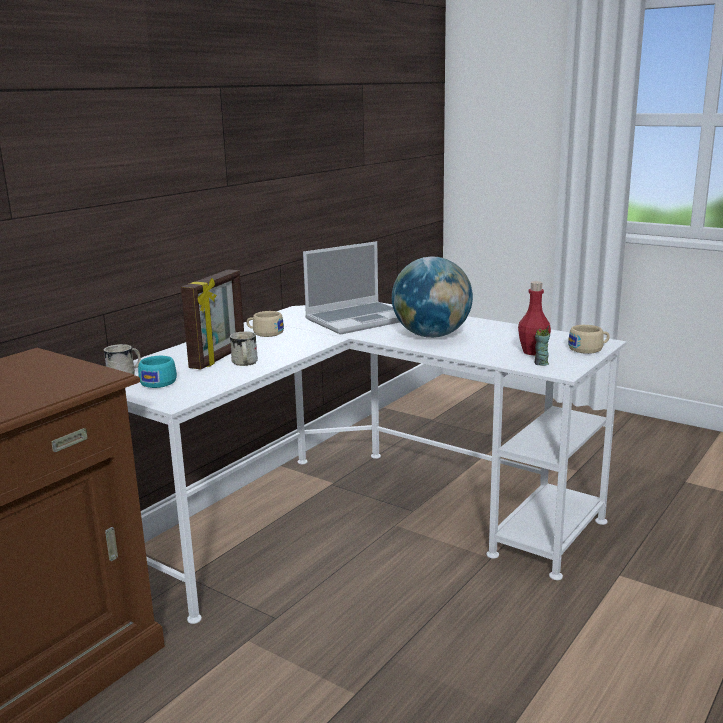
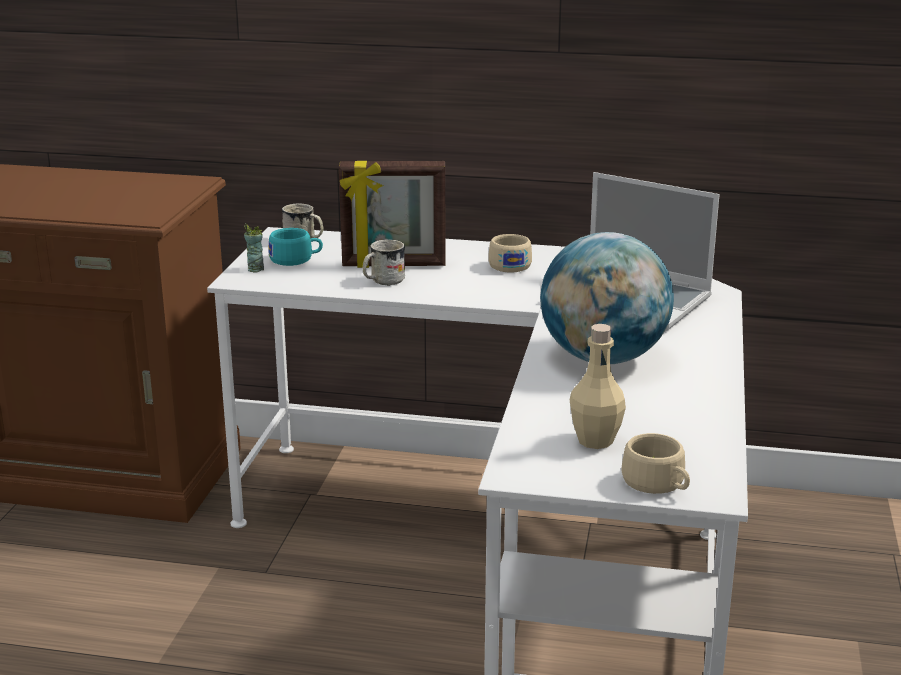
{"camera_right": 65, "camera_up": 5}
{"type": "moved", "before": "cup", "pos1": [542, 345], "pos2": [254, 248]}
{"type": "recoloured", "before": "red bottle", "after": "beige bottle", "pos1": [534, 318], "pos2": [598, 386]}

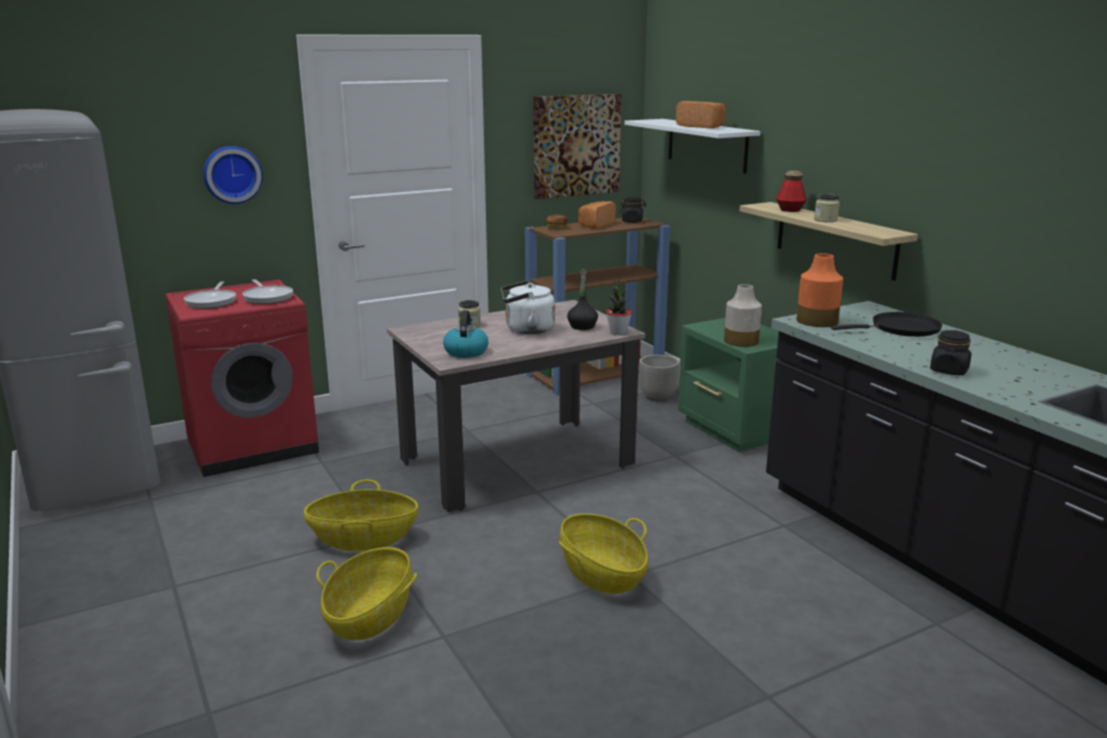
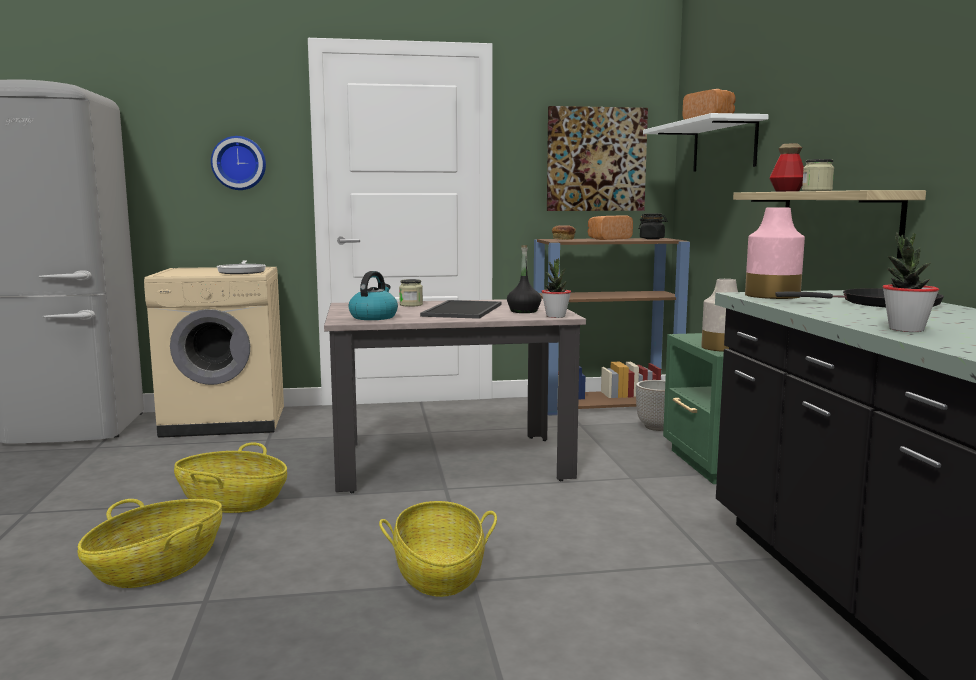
{"camera_right": 20, "camera_up": -10}
{"type": "recoloured", "before": "red washing machine", "after": "beige washing machine", "pos1": [242, 378], "pos2": [214, 352]}
{"type": "replaced", "before": "white kettle", "after": "tray", "pos1": [528, 307], "pos2": [461, 309]}
{"type": "recoloured", "before": "orange vase", "after": "pink vase", "pos1": [819, 290], "pos2": [775, 253]}
{"type": "replaced", "before": "black jar", "after": "potted plant", "pos1": [950, 352], "pos2": [911, 282]}
{"type": "removed", "before": "frying pan", "pos1": [210, 295]}

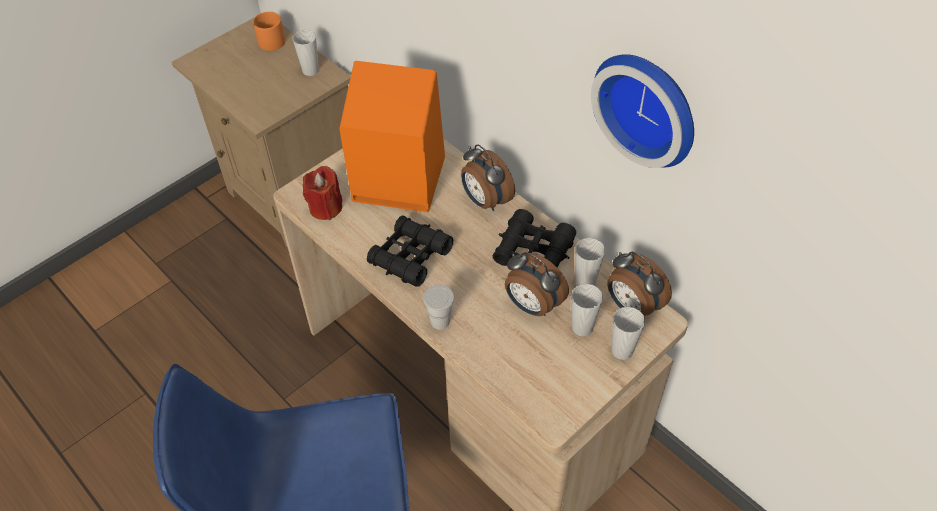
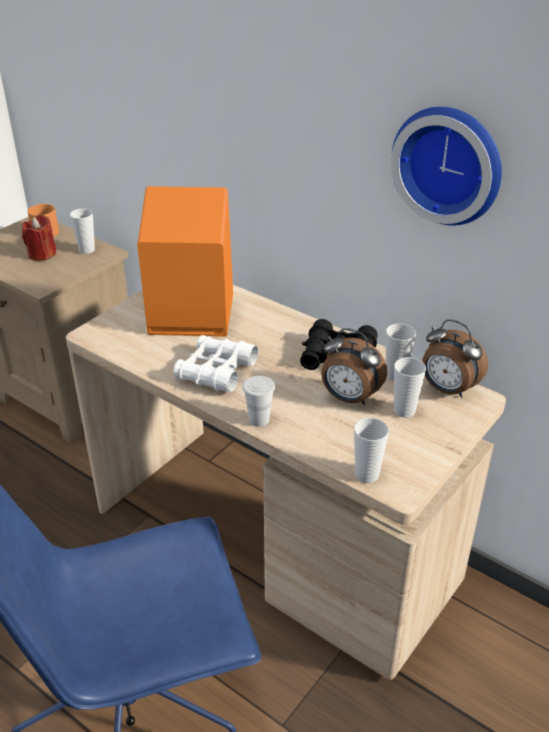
{"camera_right": -10, "camera_up": -15}
{"type": "moved", "before": "red candle", "pos1": [323, 193], "pos2": [39, 238]}
{"type": "recoloured", "before": "black binoculars", "after": "white binoculars", "pos1": [410, 251], "pos2": [215, 363]}
{"type": "moved", "before": "cup", "pos1": [628, 333], "pos2": [371, 450]}
{"type": "removed", "before": "alarm clock", "pos1": [488, 177]}

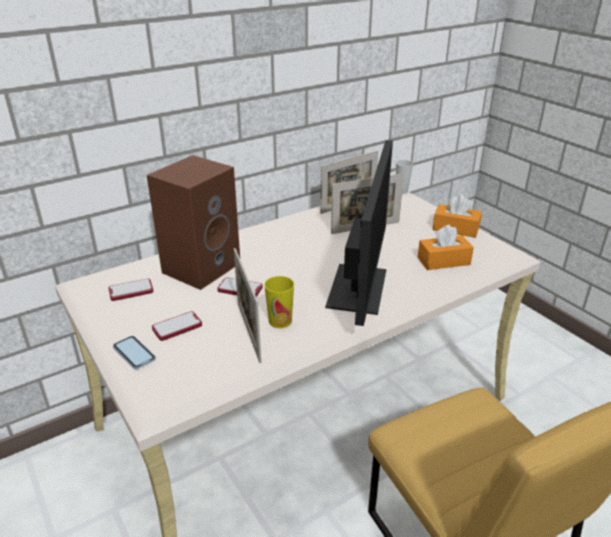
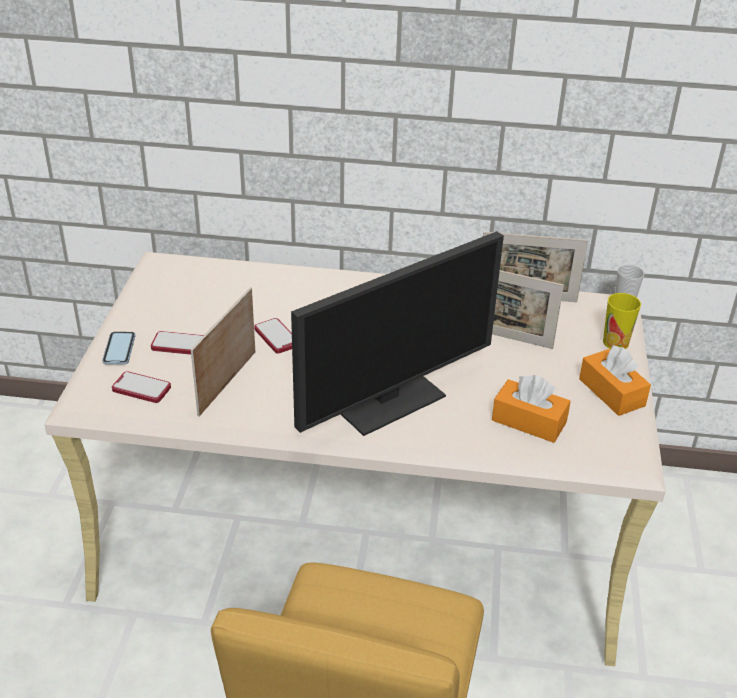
{"camera_right": 40, "camera_up": 5}
{"type": "moved", "before": "phone", "pos1": [131, 290], "pos2": [141, 387]}
{"type": "moved", "before": "cup", "pos1": [279, 302], "pos2": [622, 321]}
{"type": "removed", "before": "brown speaker", "pos1": [193, 222]}

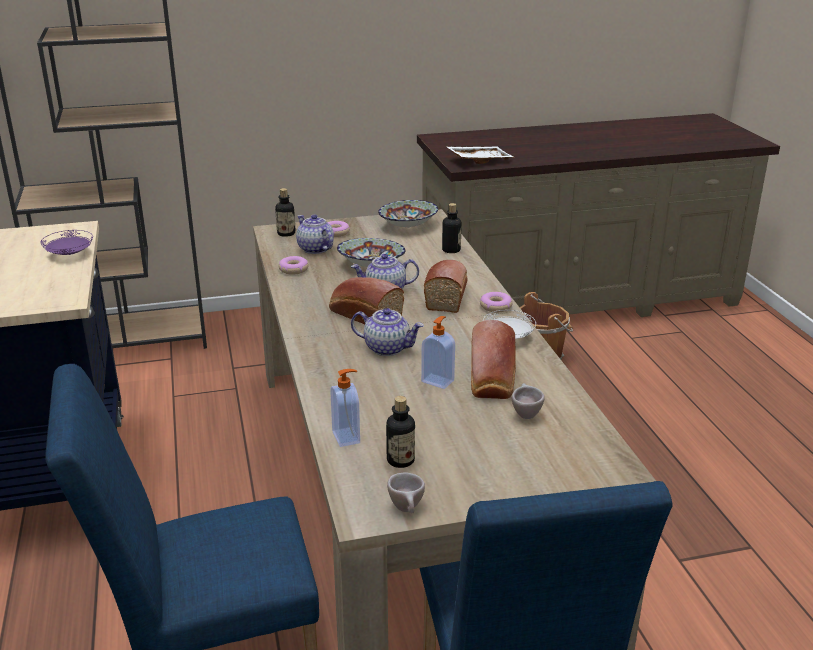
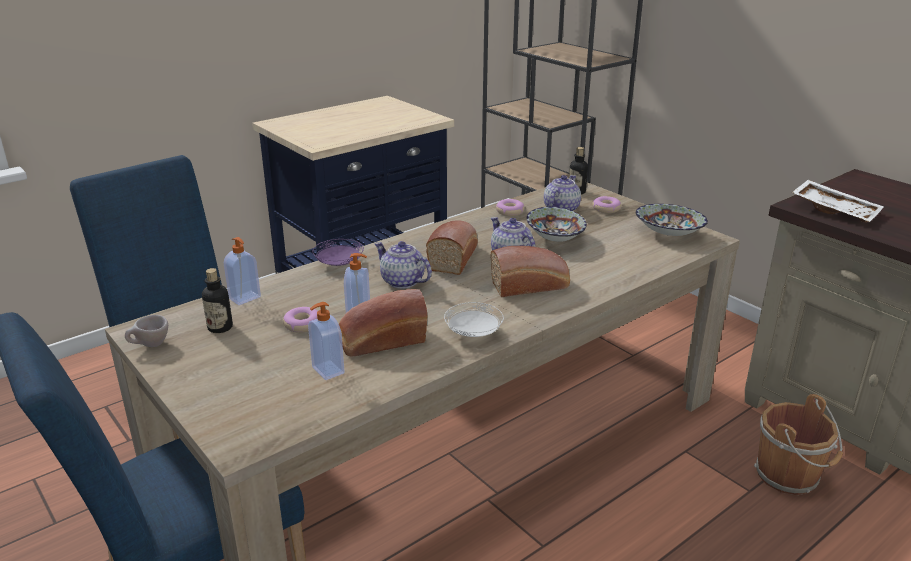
{"camera_right": 65, "camera_up": 0}
{"type": "moved", "before": "donut", "pos1": [496, 302], "pos2": [300, 320]}
{"type": "replaced", "before": "beige cup", "after": "soap dispenser", "pos1": [528, 401], "pos2": [326, 341]}
{"type": "moved", "before": "purple plate", "pos1": [66, 242], "pos2": [338, 252]}
{"type": "turned", "before": "teapot", "pos1": [387, 332], "pos2": [403, 265], "turn": 135}
{"type": "removed", "before": "bottle", "pos1": [452, 228]}

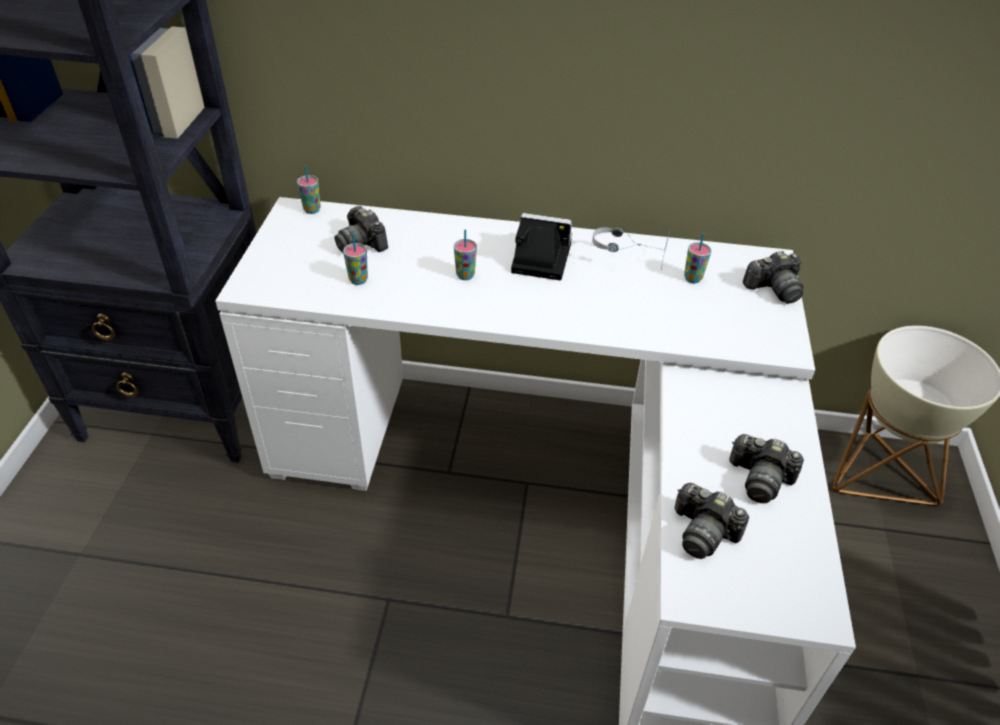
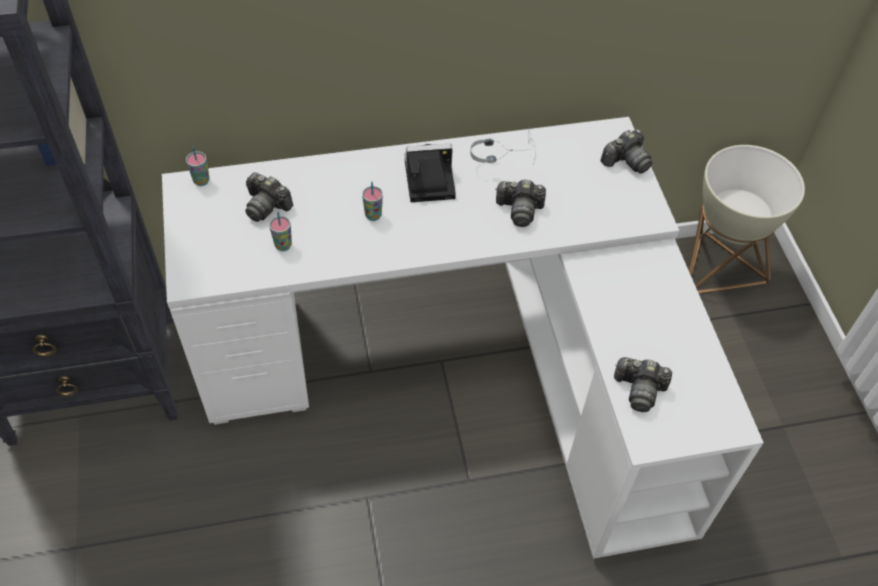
{"camera_right": -20, "camera_up": 10}
{"type": "moved", "before": "photo camera", "pos1": [766, 468], "pos2": [520, 203]}
{"type": "removed", "before": "cup", "pos1": [697, 258]}

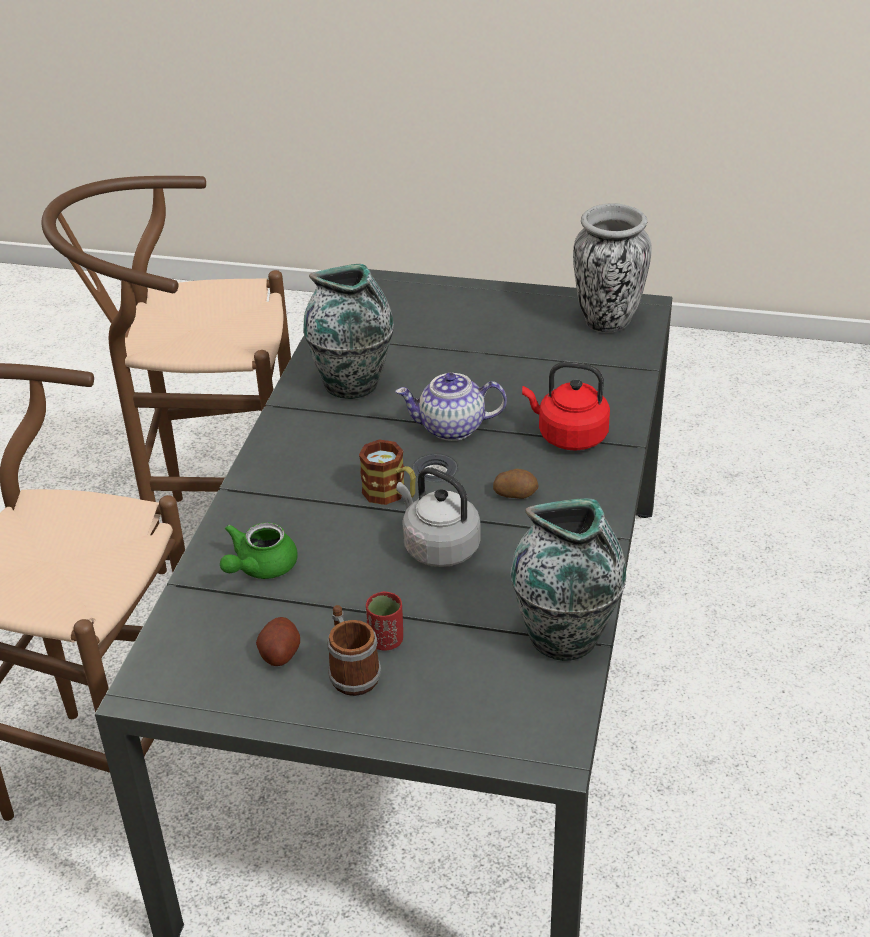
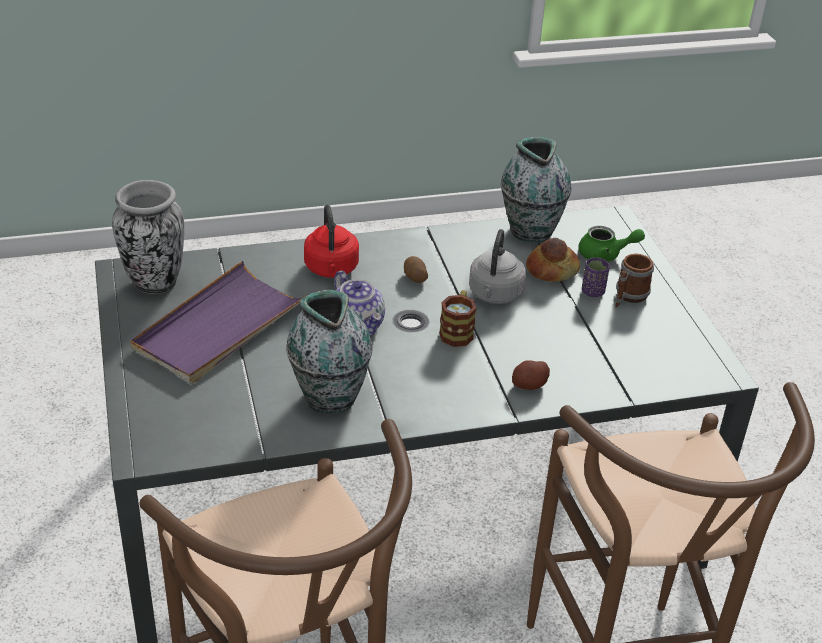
{"camera_right": -120, "camera_up": 0}
{"type": "added", "after": "purple tray", "pos2": [219, 322]}
{"type": "moved", "before": "potato", "pos1": [278, 641], "pos2": [531, 375]}
{"type": "added", "after": "bread", "pos2": [553, 260]}
{"type": "moved", "before": "green teapot", "pos1": [258, 550], "pos2": [611, 244]}
{"type": "recoloured", "before": "red cup", "after": "purple cup", "pos1": [384, 621], "pos2": [596, 277]}

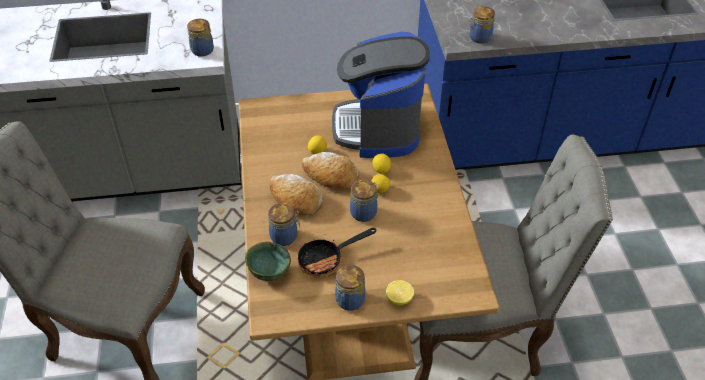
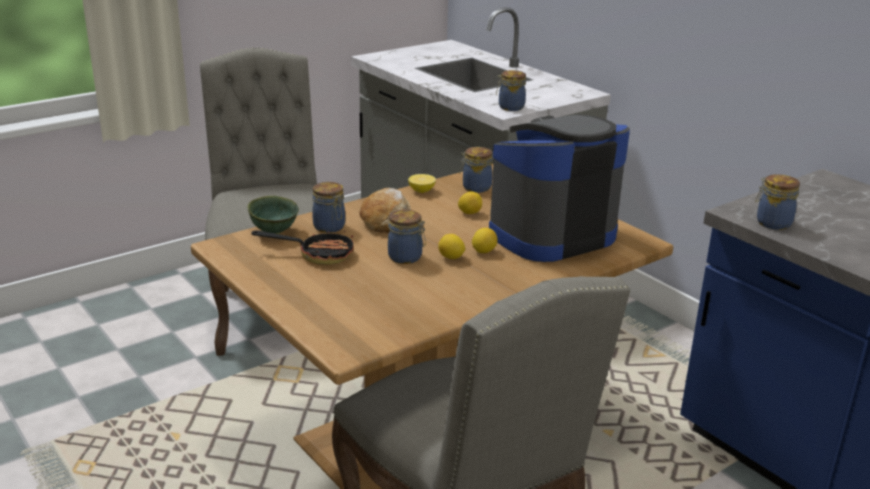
{"camera_right": 60, "camera_up": -20}
{"type": "turned", "before": "frying pan", "pos1": [337, 252], "pos2": [302, 247], "turn": 150}
{"type": "moved", "before": "lemon", "pos1": [400, 293], "pos2": [422, 183]}
{"type": "moved", "before": "jar", "pos1": [350, 288], "pos2": [476, 170]}
{"type": "removed", "before": "bread", "pos1": [330, 170]}

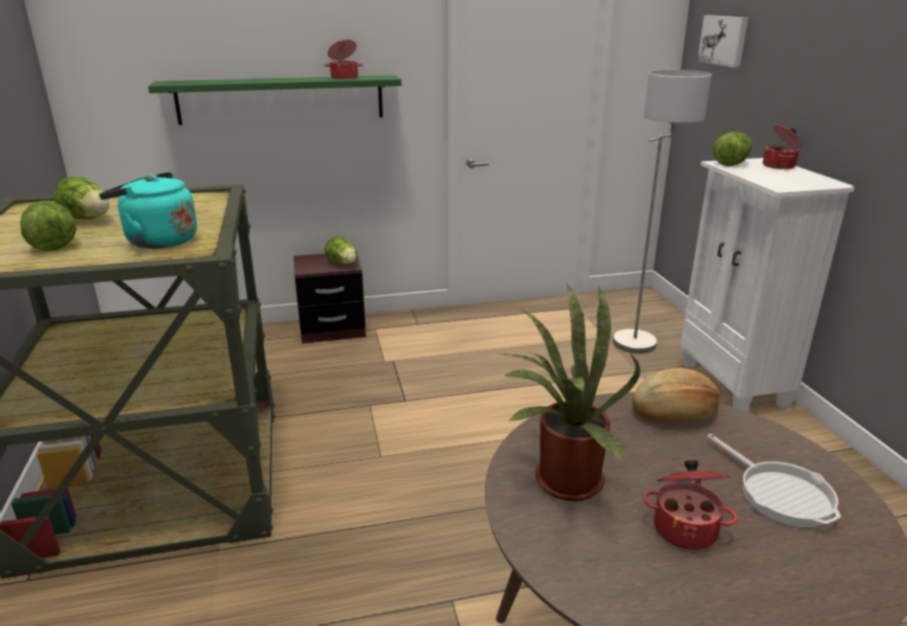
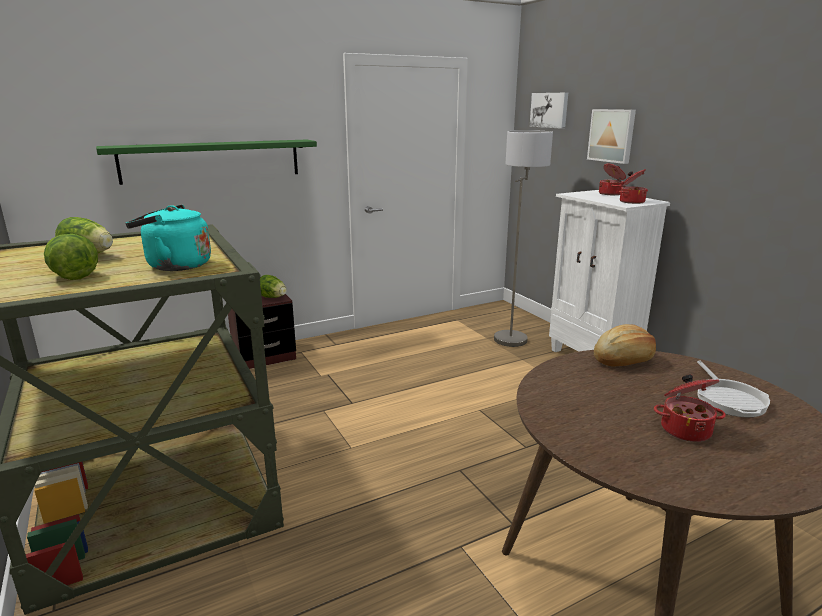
{"camera_right": -15, "camera_up": -5}
{"type": "added", "after": "picture", "pos2": [611, 136]}
{"type": "moved", "before": "cooking pot", "pos1": [343, 59], "pos2": [633, 186]}
{"type": "turned", "before": "frying pan", "pos1": [774, 480], "pos2": [733, 388], "turn": 45}
{"type": "removed", "before": "potted plant", "pos1": [567, 392]}
{"type": "removed", "before": "lettuce", "pos1": [732, 149]}

